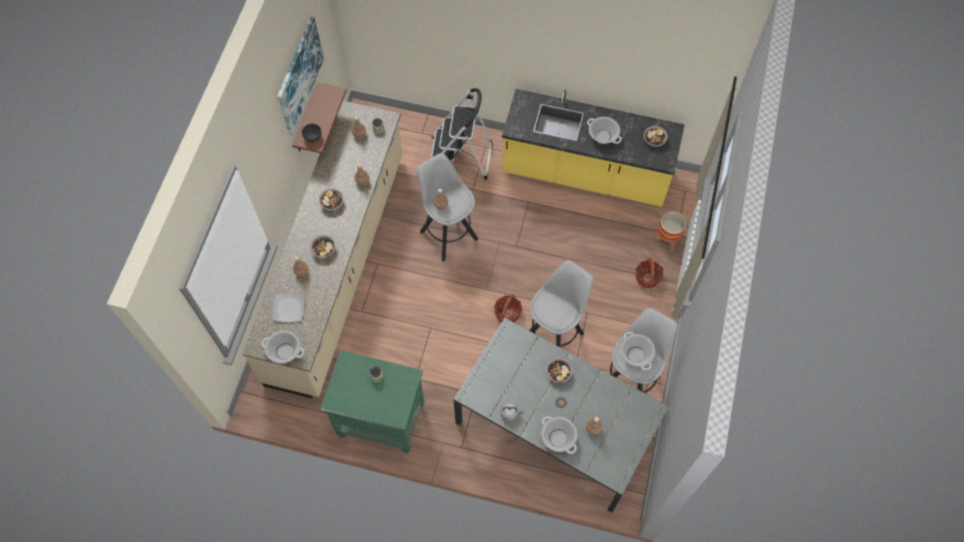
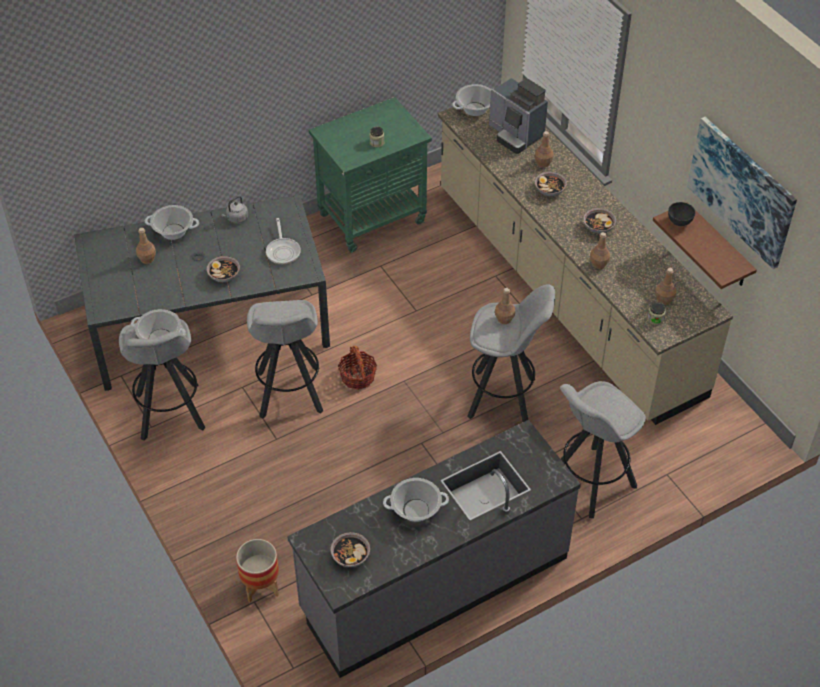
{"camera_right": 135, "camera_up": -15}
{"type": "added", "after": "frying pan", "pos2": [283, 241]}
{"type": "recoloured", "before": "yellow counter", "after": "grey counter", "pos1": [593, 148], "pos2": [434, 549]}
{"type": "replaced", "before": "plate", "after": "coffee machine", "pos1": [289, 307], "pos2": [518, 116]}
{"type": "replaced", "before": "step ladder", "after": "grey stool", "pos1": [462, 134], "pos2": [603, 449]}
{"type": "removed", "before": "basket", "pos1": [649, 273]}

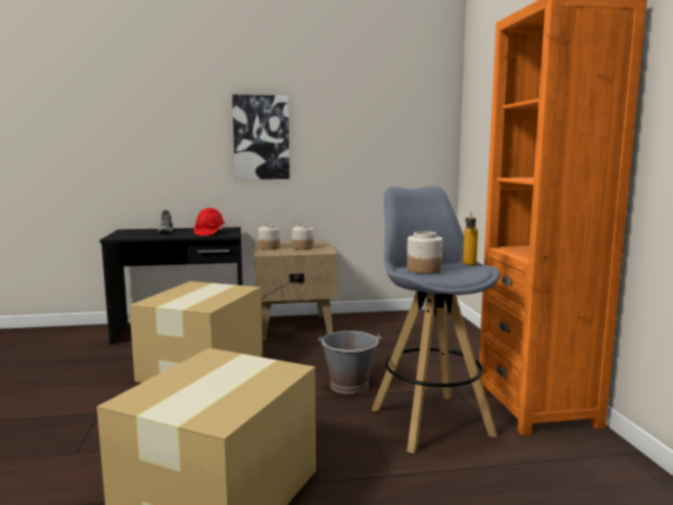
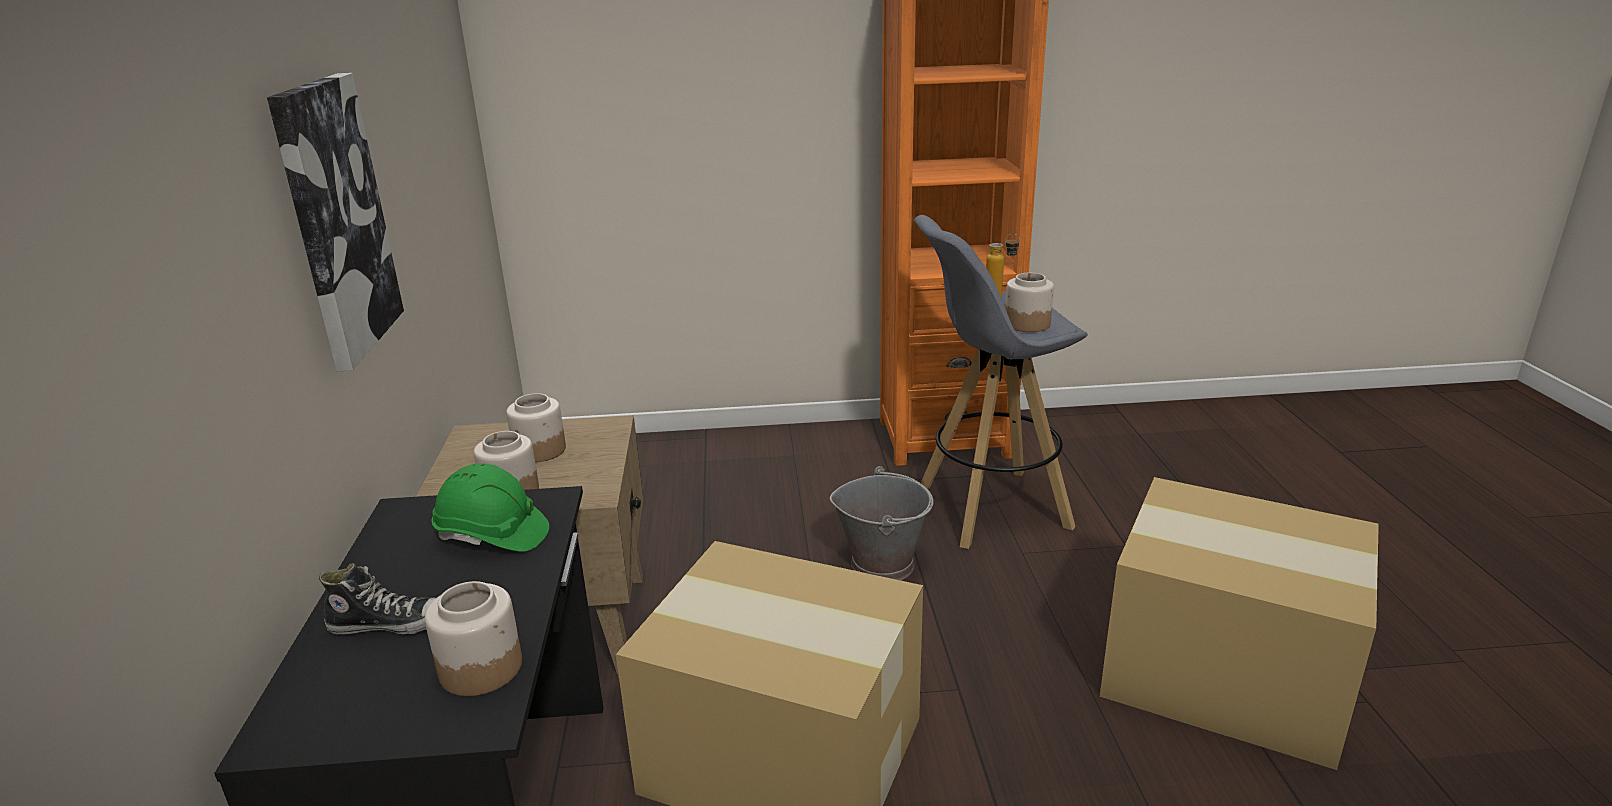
{"camera_right": -85, "camera_up": 15}
{"type": "added", "after": "jar", "pos2": [473, 638]}
{"type": "recoloured", "before": "red hard hat", "after": "green hard hat", "pos1": [209, 222], "pos2": [490, 507]}

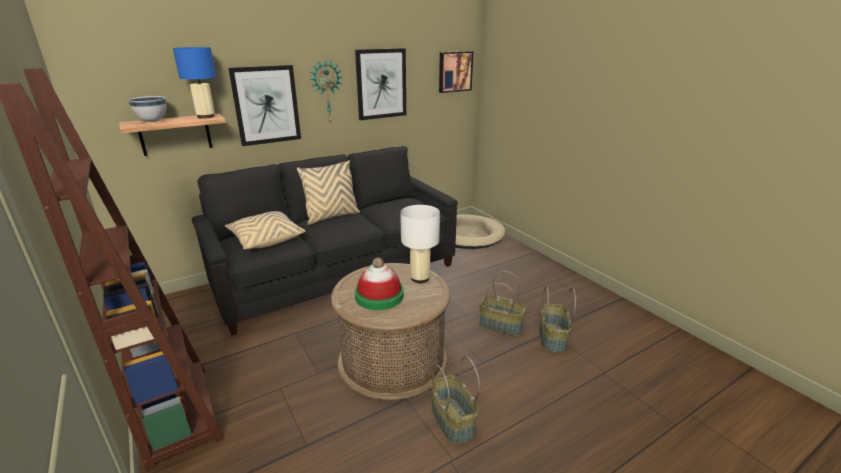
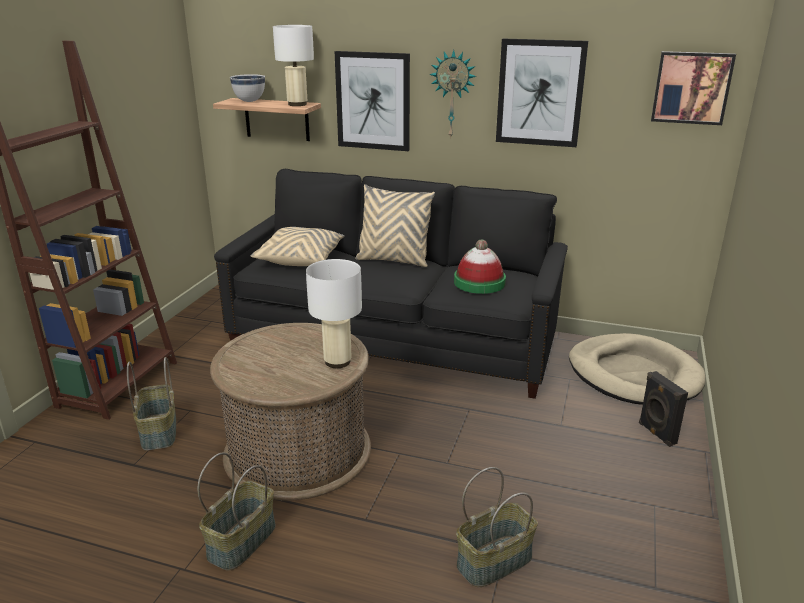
{"camera_right": 50, "camera_up": 0}
{"type": "moved", "before": "basket", "pos1": [503, 303], "pos2": [151, 403]}
{"type": "recoloured", "before": "blue table lamp", "after": "white table lamp", "pos1": [194, 83], "pos2": [293, 65]}
{"type": "moved", "before": "hat", "pos1": [379, 284], "pos2": [480, 266]}
{"type": "added", "after": "black speaker", "pos2": [663, 409]}

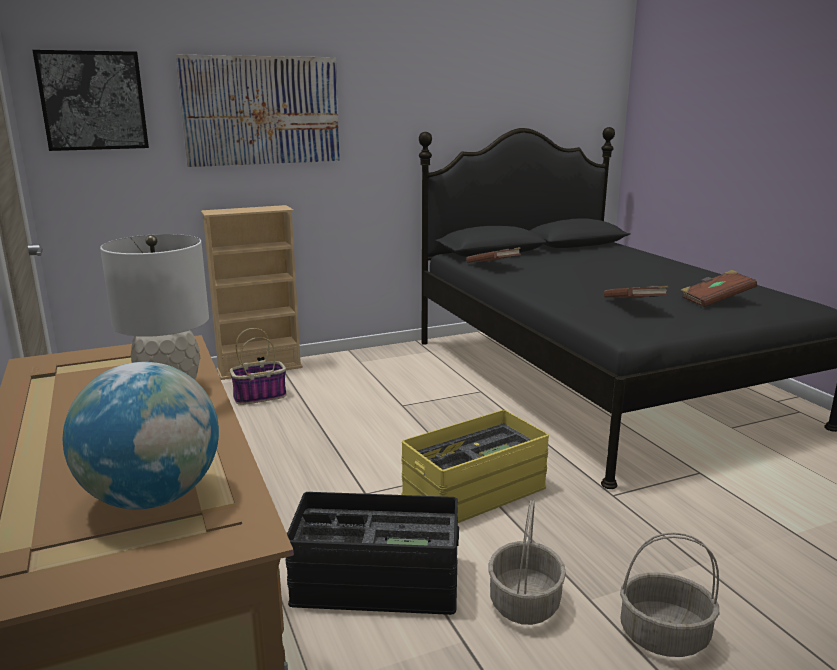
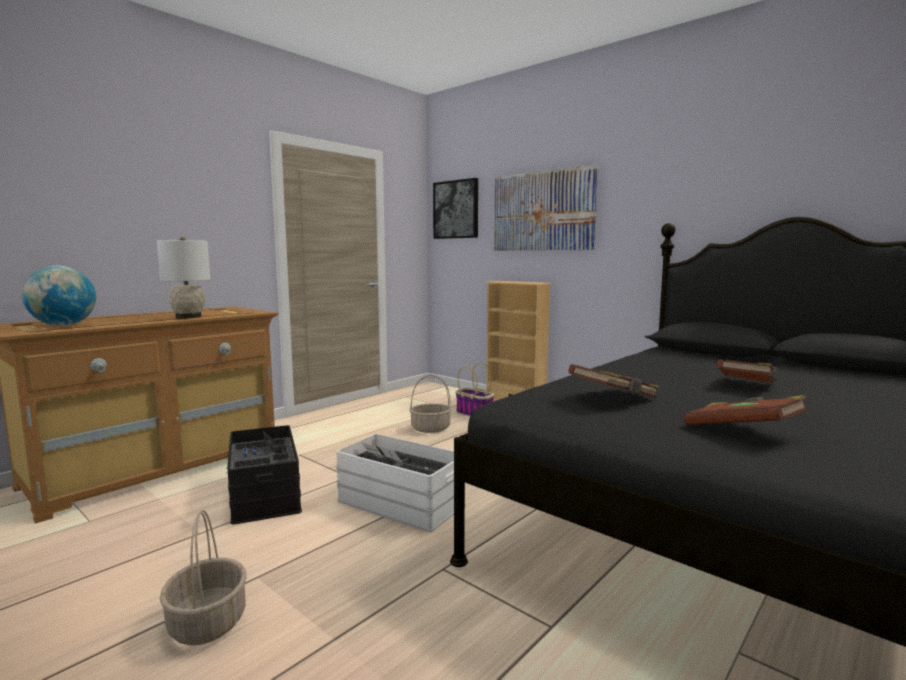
{"camera_right": 65, "camera_up": -10}
{"type": "recoloured", "before": "yellow storage box", "after": "white storage box", "pos1": [475, 466], "pos2": [401, 483]}
{"type": "moved", "before": "basket", "pos1": [527, 562], "pos2": [430, 404]}
{"type": "moved", "before": "brown book", "pos1": [493, 255], "pos2": [747, 371]}

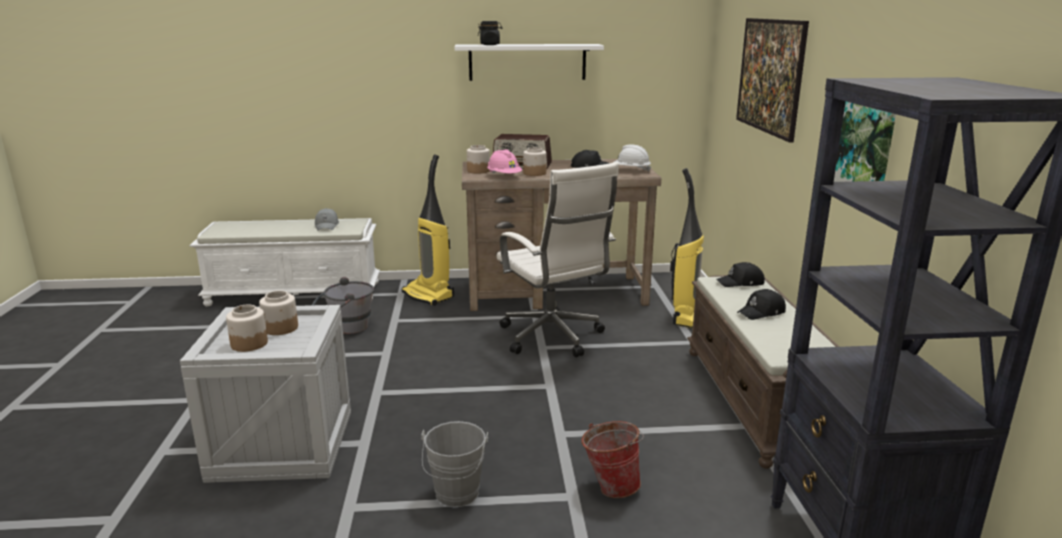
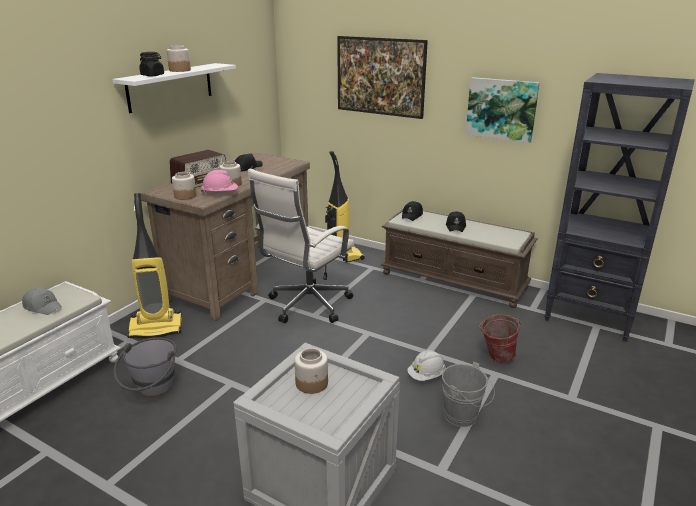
{"camera_right": -55, "camera_up": 5}
{"type": "moved", "before": "jar", "pos1": [247, 328], "pos2": [179, 58]}
{"type": "turned", "before": "white office chair", "pos1": [558, 259], "pos2": [301, 246], "turn": 120}
{"type": "moved", "before": "white hard hat", "pos1": [632, 158], "pos2": [426, 365]}

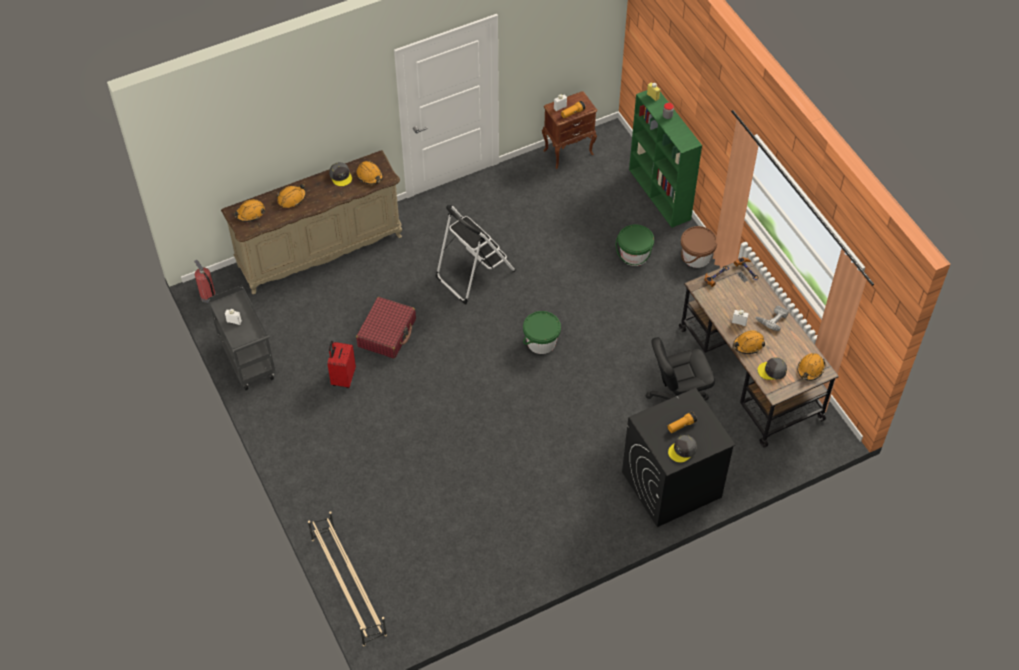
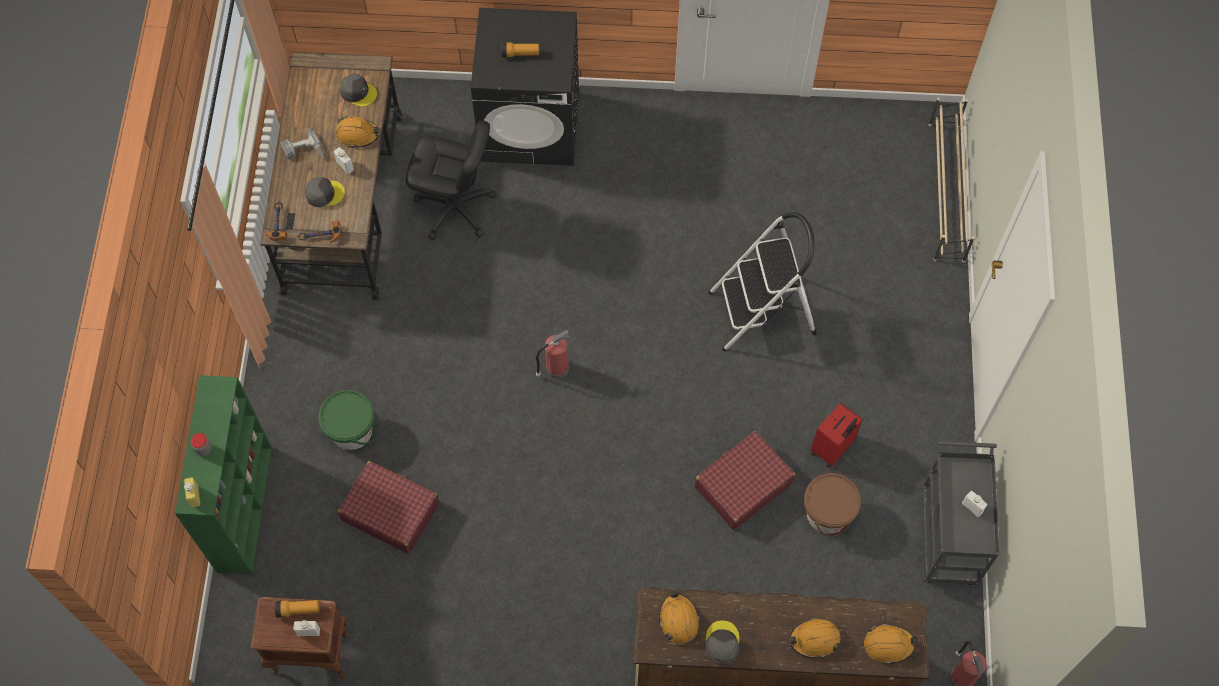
{"camera_right": -150, "camera_up": 10}
{"type": "moved", "before": "grey cap", "pos1": [682, 449], "pos2": [325, 192]}
{"type": "added", "after": "red suitcase", "pos2": [388, 507]}
{"type": "replaced", "before": "green bucket", "after": "fire extinguisher", "pos1": [542, 332], "pos2": [553, 354]}
{"type": "moved", "before": "step ladder", "pos1": [476, 255], "pos2": [762, 281]}
{"type": "moved", "before": "brown bucket", "pos1": [699, 247], "pos2": [832, 505]}
{"type": "removed", "before": "orange hard hat", "pos1": [811, 367]}

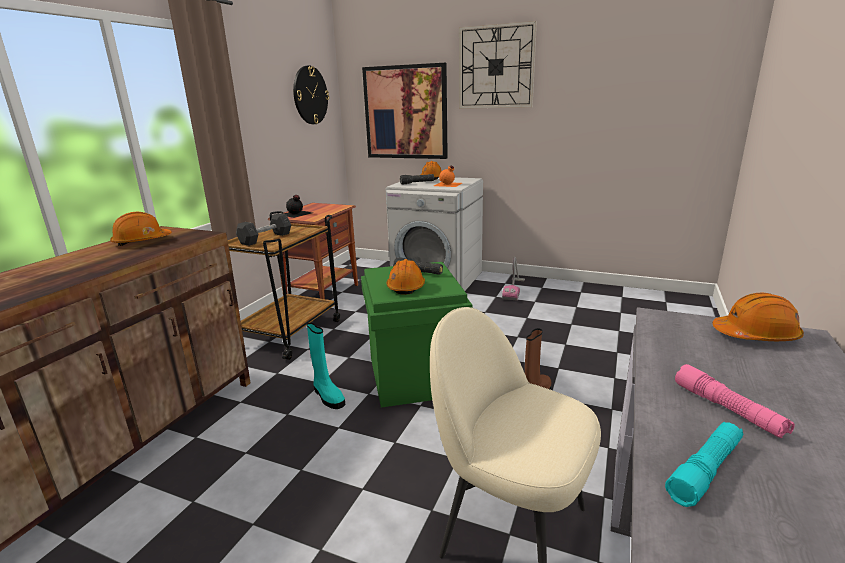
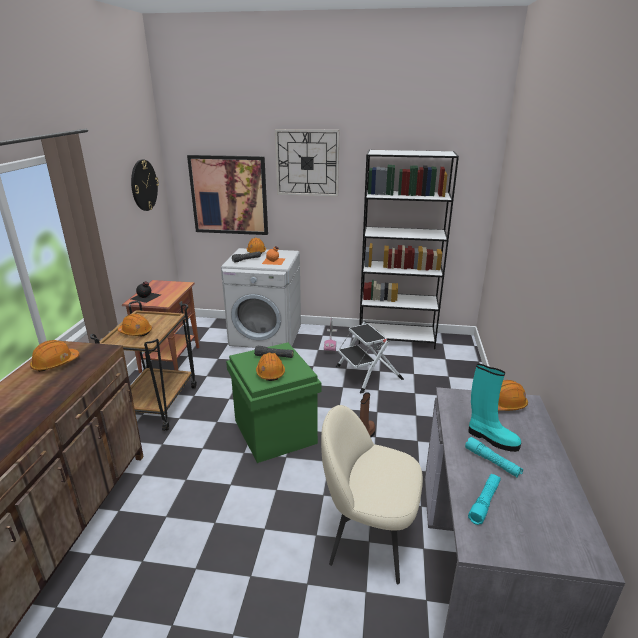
{"camera_right": -15, "camera_up": 5}
{"type": "replaced", "before": "grey dumbbell", "after": "orange hard hat", "pos1": [263, 229], "pos2": [135, 325]}
{"type": "added", "after": "step ladder", "pos2": [370, 357]}
{"type": "added", "after": "white bookcase", "pos2": [409, 249]}
{"type": "recoloured", "before": "pink flashlight", "after": "turquoise flashlight", "pos1": [735, 401], "pos2": [494, 457]}
{"type": "moved", "before": "turquoise boot", "pos1": [326, 366], "pos2": [494, 408]}

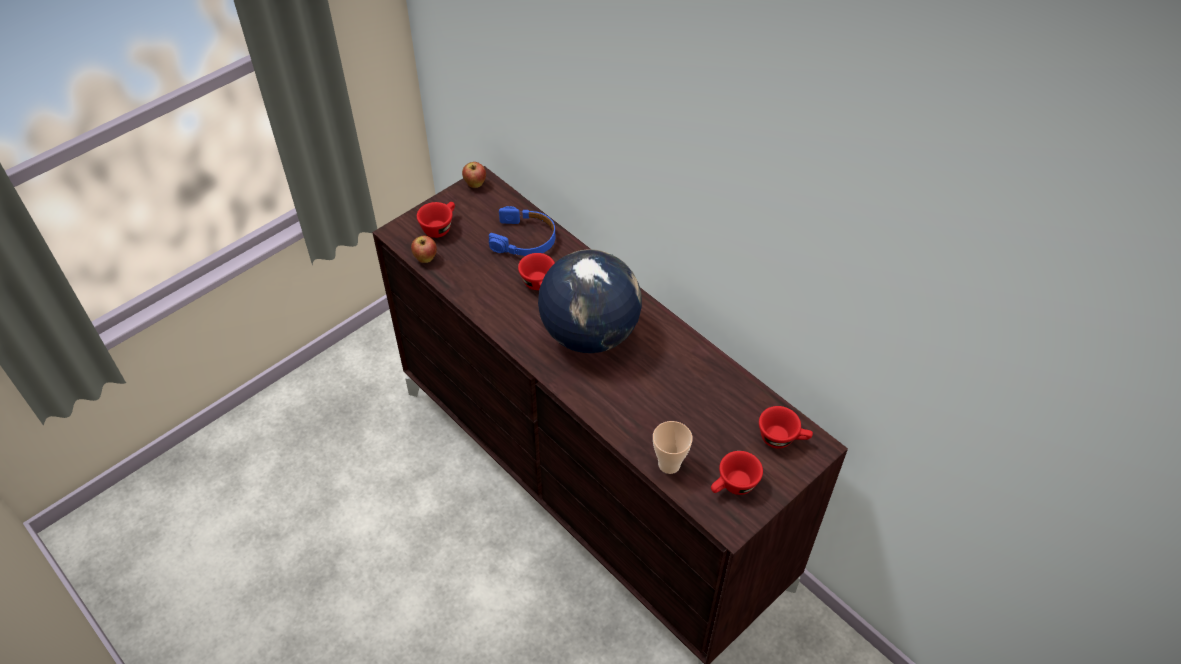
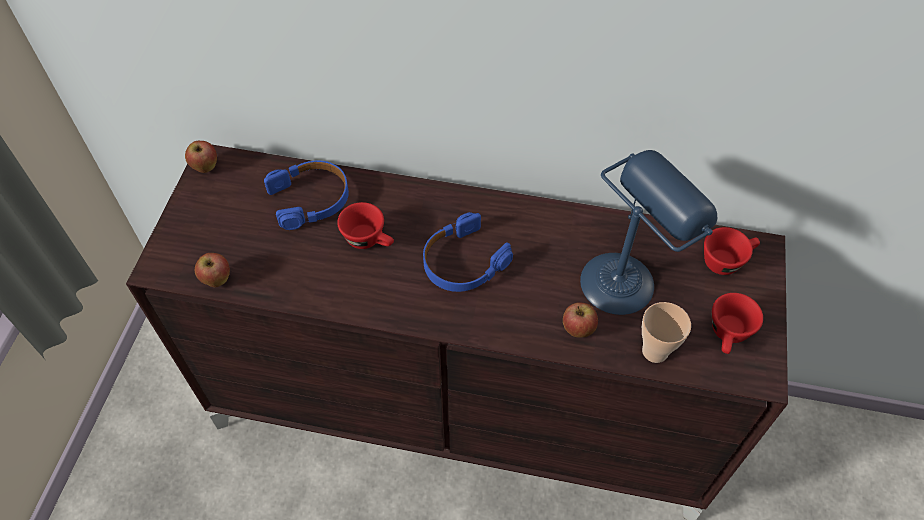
{"camera_right": -35, "camera_up": 5}
{"type": "replaced", "before": "globe", "after": "blue headphones", "pos1": [590, 301], "pos2": [468, 252]}
{"type": "added", "after": "apple", "pos2": [580, 320]}
{"type": "added", "after": "blue table lamp", "pos2": [648, 232]}
{"type": "removed", "before": "red cup", "pos1": [436, 220]}

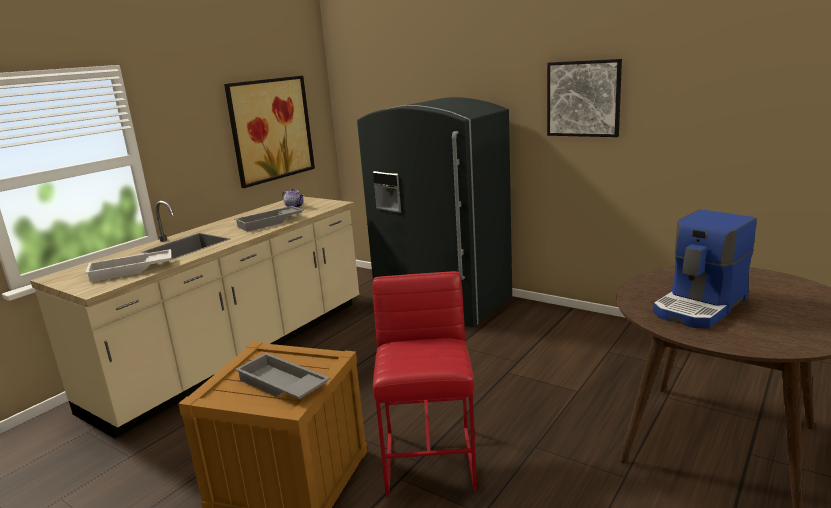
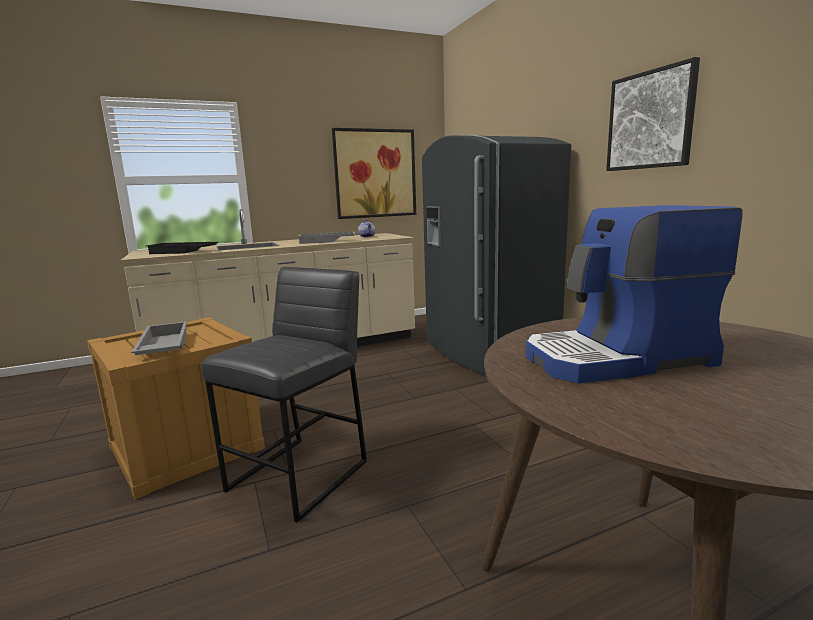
{"camera_right": 30, "camera_up": -5}
{"type": "recoloured", "before": "white tray", "after": "black tray", "pos1": [128, 265], "pos2": [182, 248]}
{"type": "recoloured", "before": "red stool", "after": "grey stool", "pos1": [424, 383], "pos2": [284, 394]}

